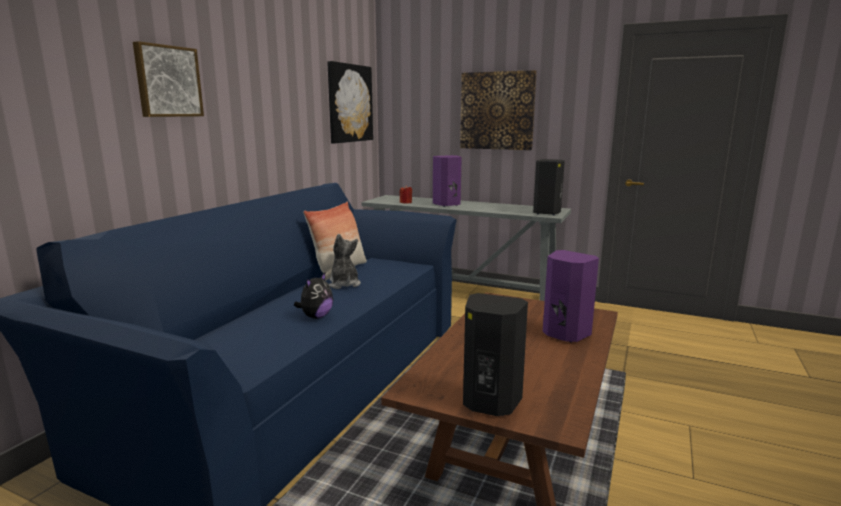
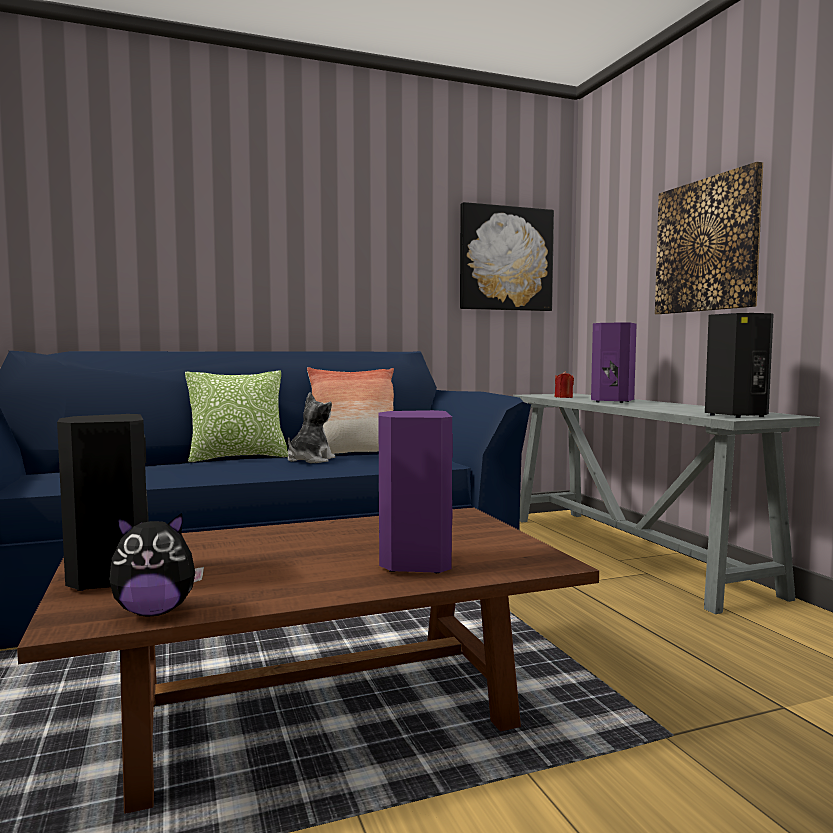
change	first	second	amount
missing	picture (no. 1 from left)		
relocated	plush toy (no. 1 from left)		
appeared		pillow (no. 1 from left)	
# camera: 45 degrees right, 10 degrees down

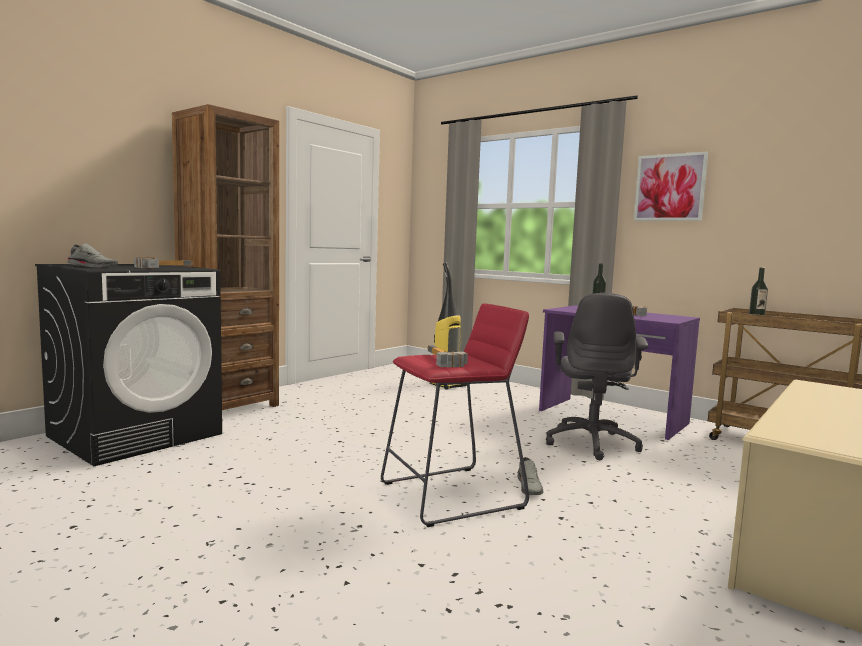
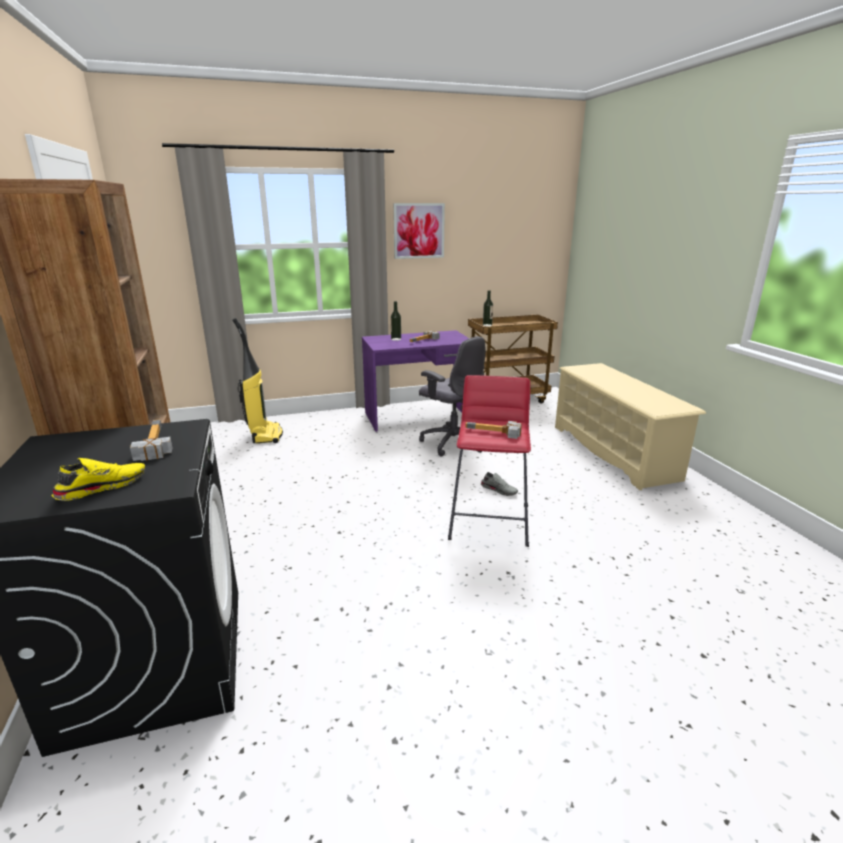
change	first	second	amount
colour	grey shoe (no. 1 from left)	yellow shoe	
# camera: 55 degrees left, 15 degrees up

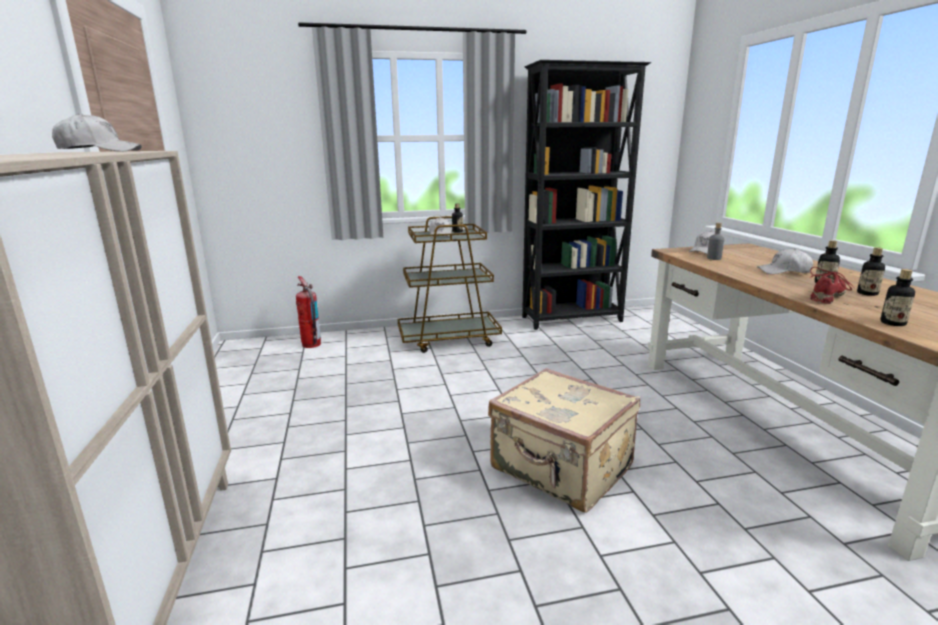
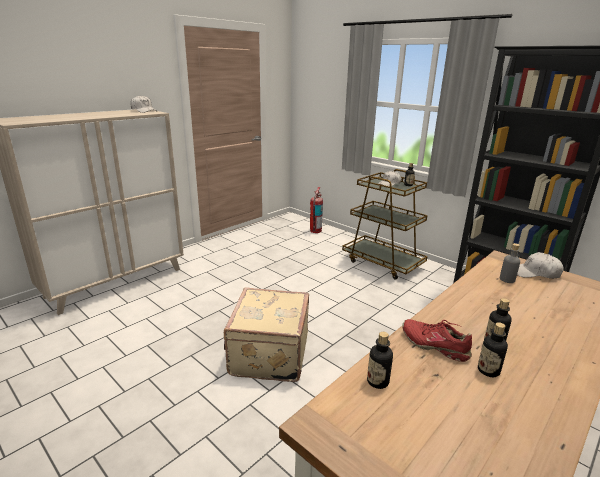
change	first	second	amount
missing	white cap (no. 4 from left)		
spun	red shoe		150 degrees counterclockwise
# camera: 55 degrees right, 5 degrees up

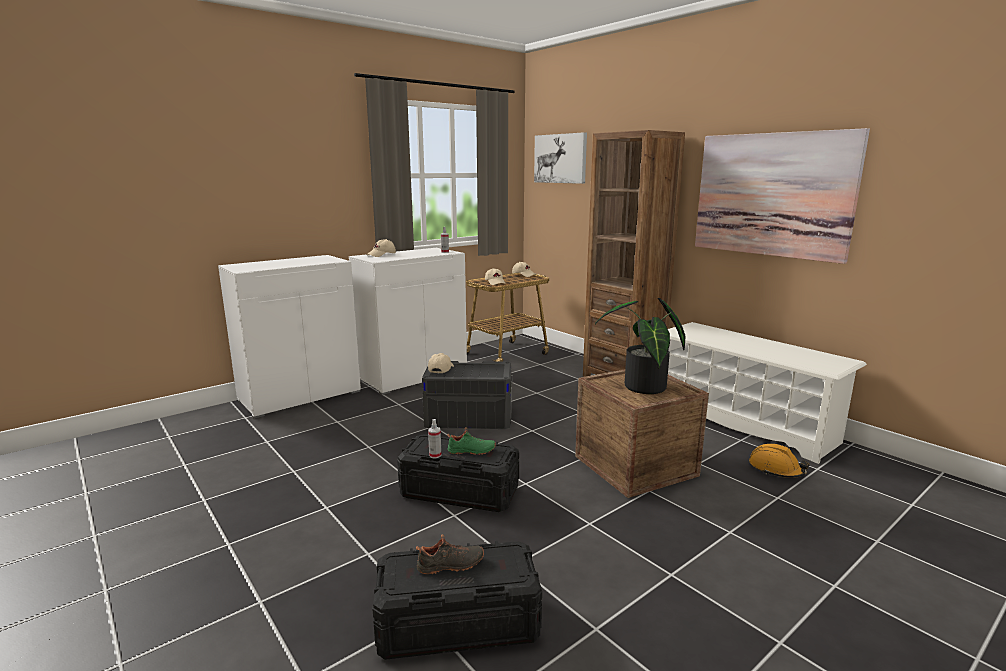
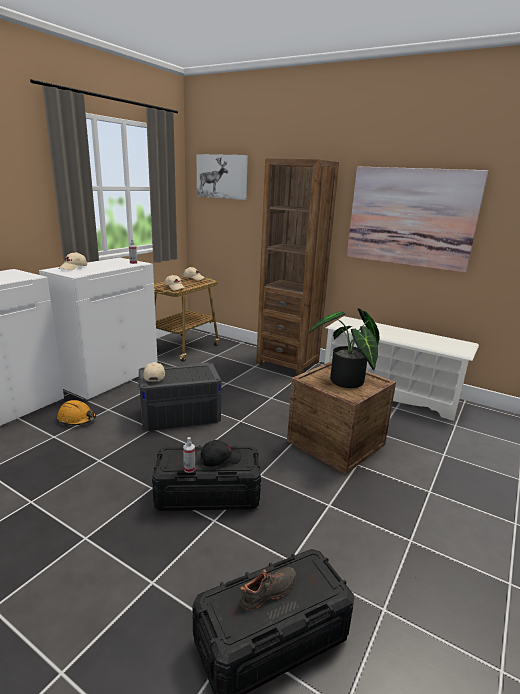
change	first	second	amount
exchanged	green shoe	black cap	
relocated	orange hard hat		
# camera: 20 degrees left, 5 degrees up

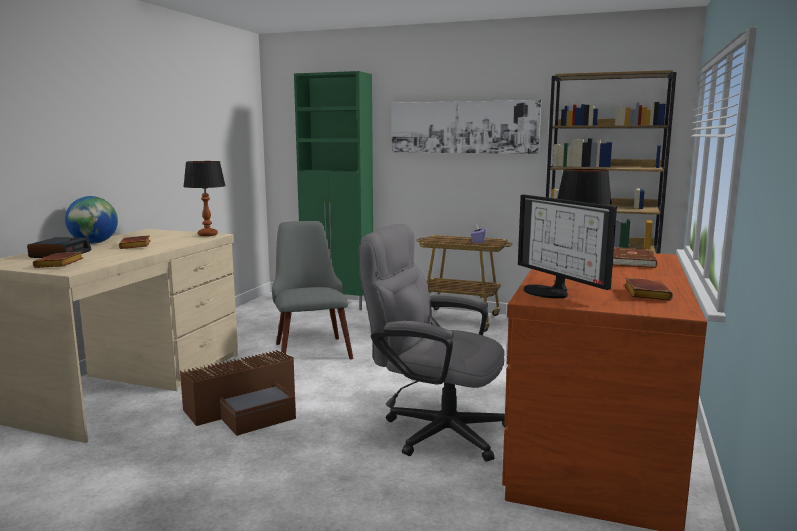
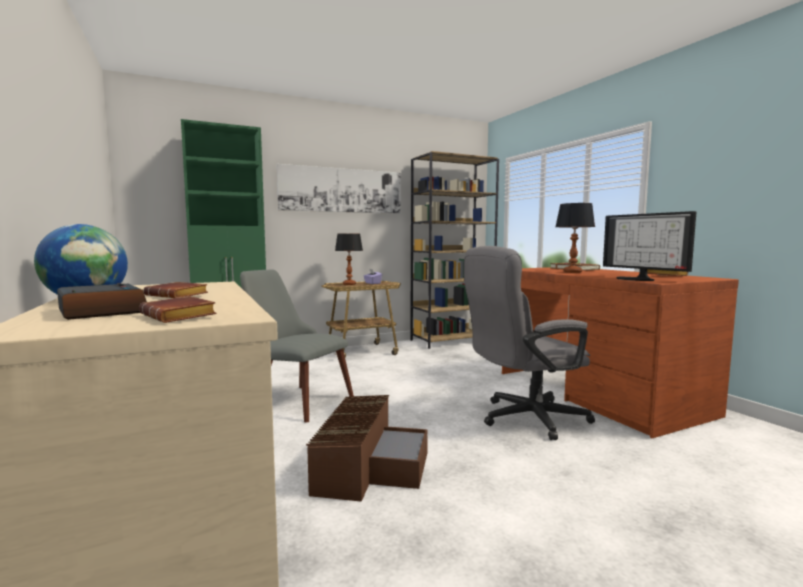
change	first	second	amount
relocated	table lamp (no. 1 from left)		
spun	monitor		45 degrees clockwise
# camera: 45 degrees left, 5 degrees down

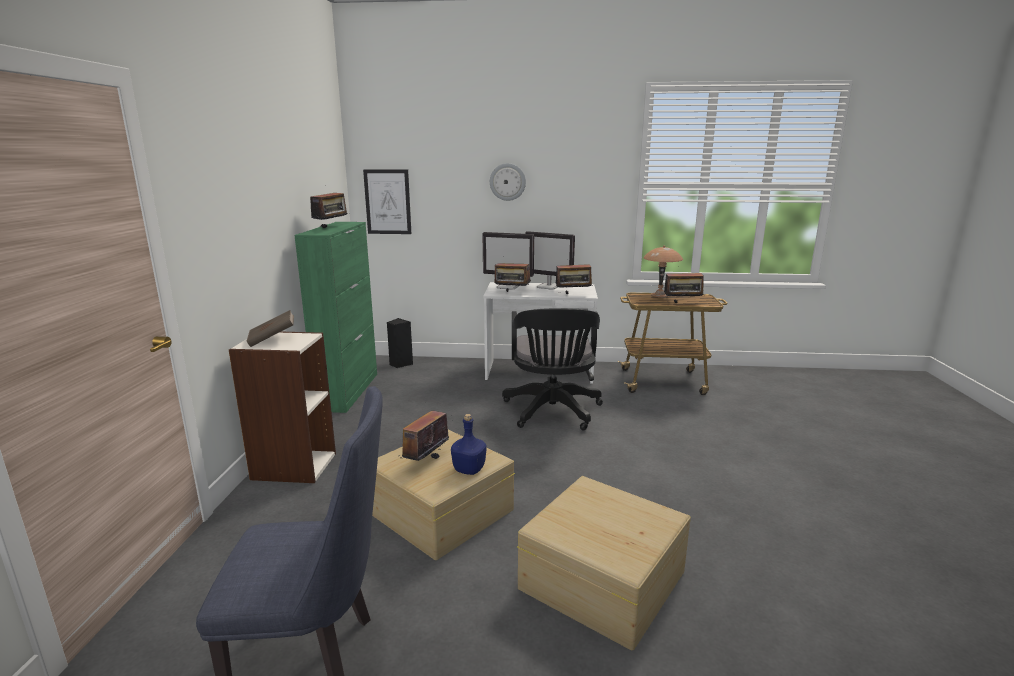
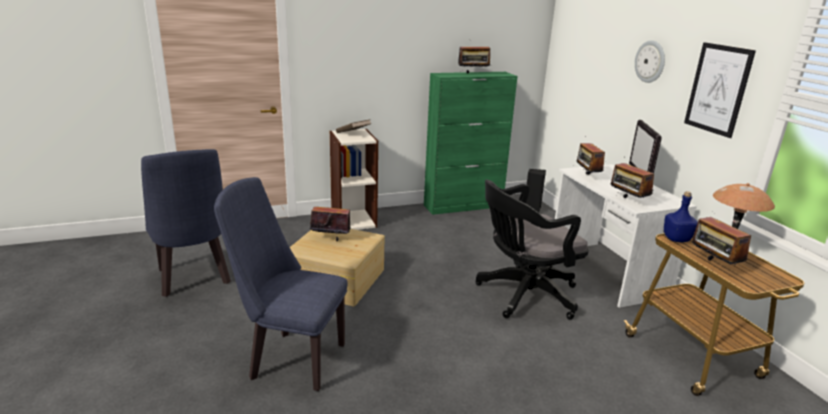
change	first	second	amount
relocated	picture		
missing	monitor (no. 1 from left)		
relocated	blue bottle		
exchanged	beige storage box (no. 2 from left)	blue chair (no. 2 from left)	
# camera: 65 degrees right, 5 degrees up

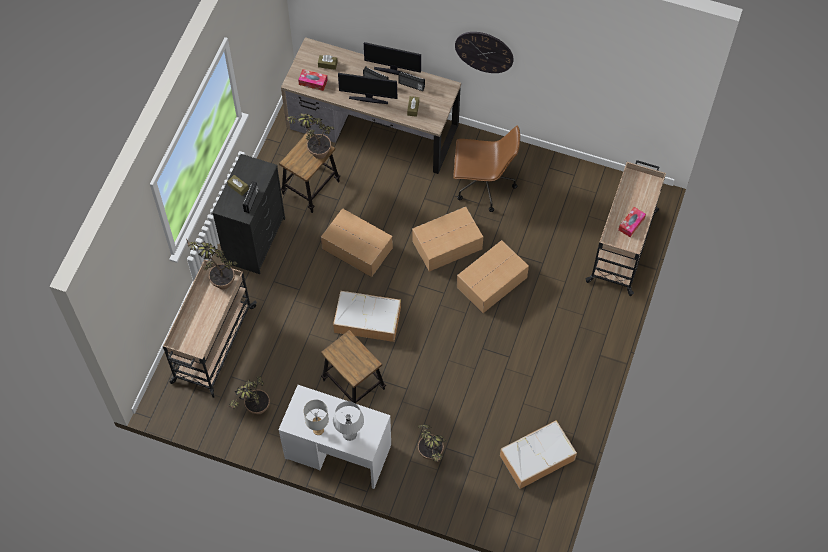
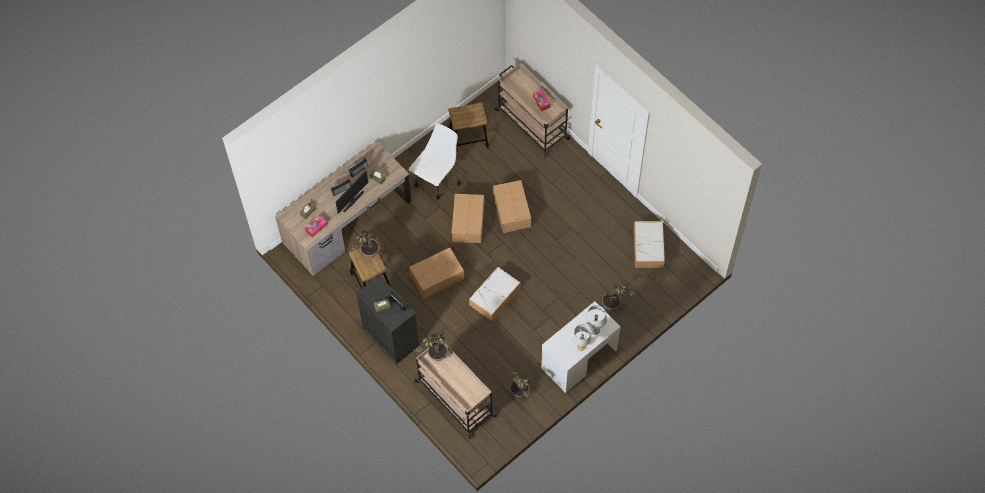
change	first	second	amount
missing	wall clock		
missing	monitor (no. 2 from left)		
colour	brown office chair	white office chair	
relocated	stool (no. 2 from left)		
# camera: 60 degrees left, 0 degrees up

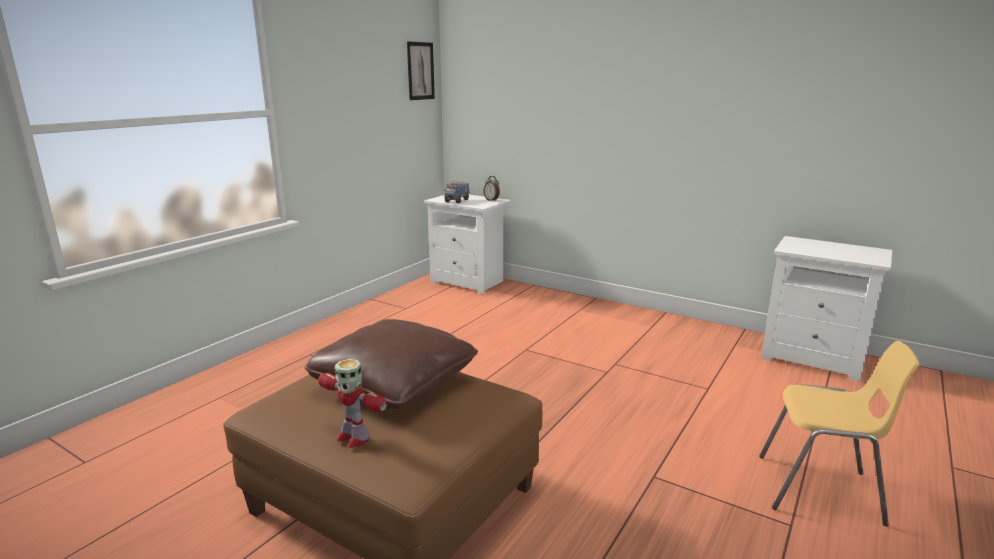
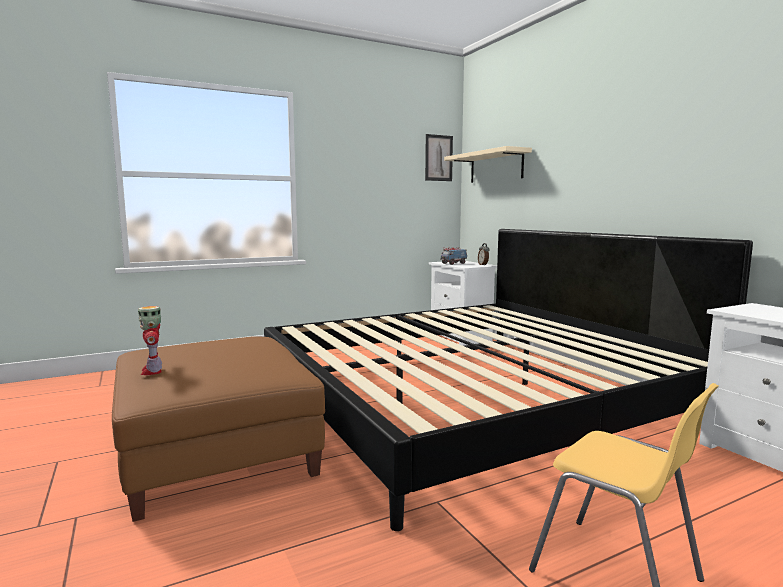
change	first	second	amount
missing	brown pillow		
appeared		beige shelf	
appeared		bed	
# camera: 30 degrees right, 10 degrees down

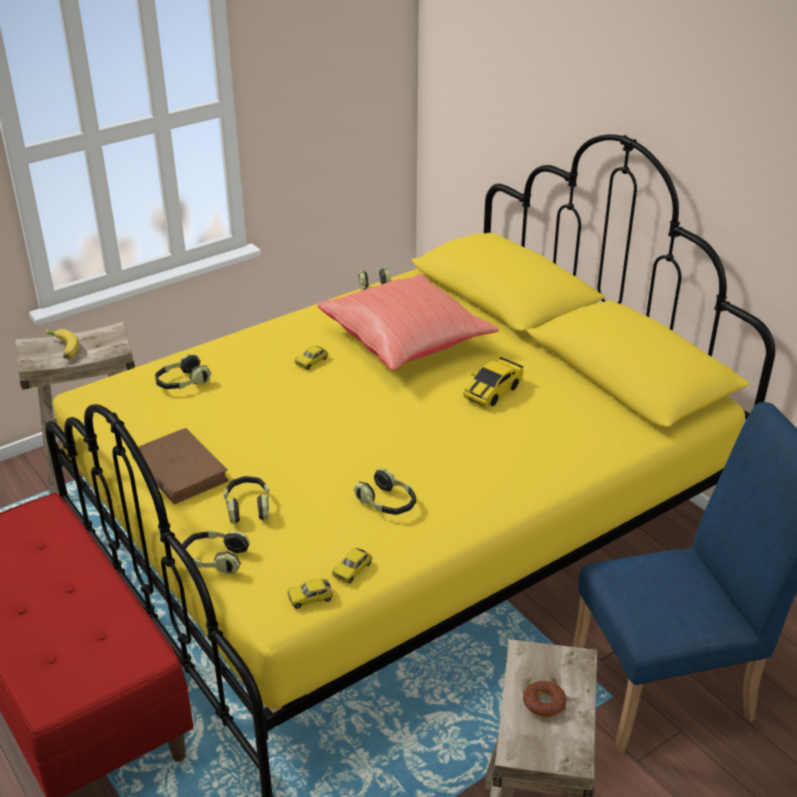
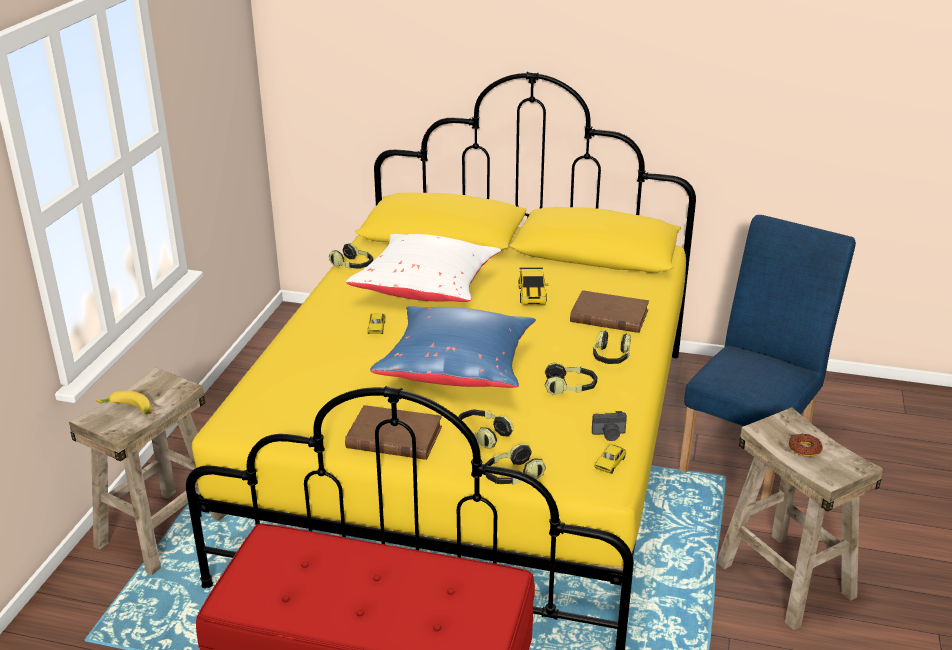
change	first	second	amount
colour	red pillow	white pillow	
relocated	headphones (no. 1 from left in the first image)	headphones (no. 5 from left)	
exchanged	toy car (no. 3 from left)	photo camera	
appeared		brown book (no. 2 from left)	
appeared		blue pillow	
# camera: 40 degrees left, 5 degrees down

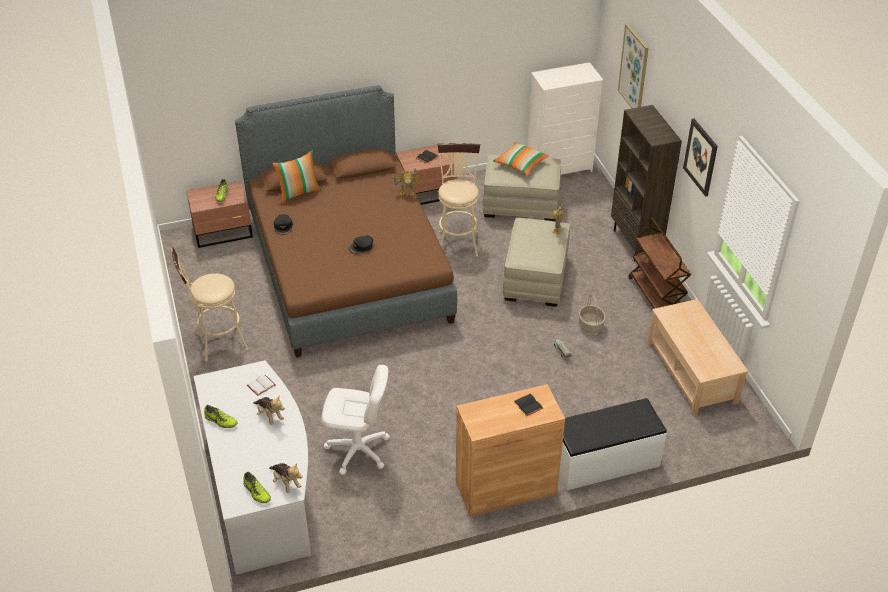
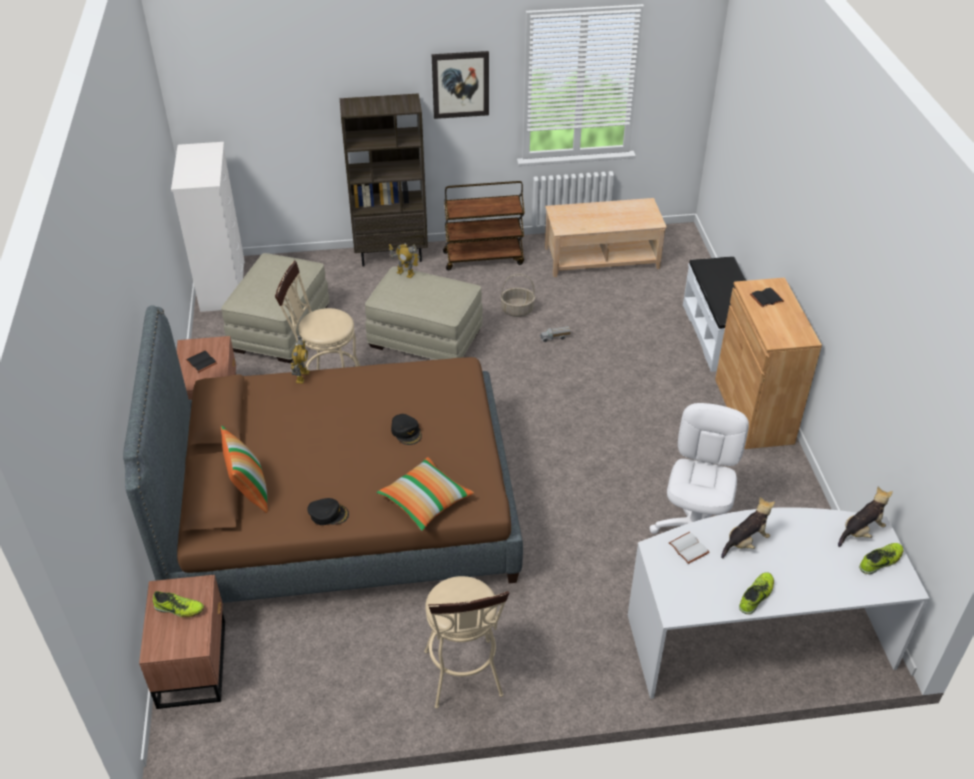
change	first	second	amount
missing	picture (no. 1 from left)		
relocated	pillow (no. 2 from left)		
# camera: 80 degrees left, 0 degrees up

